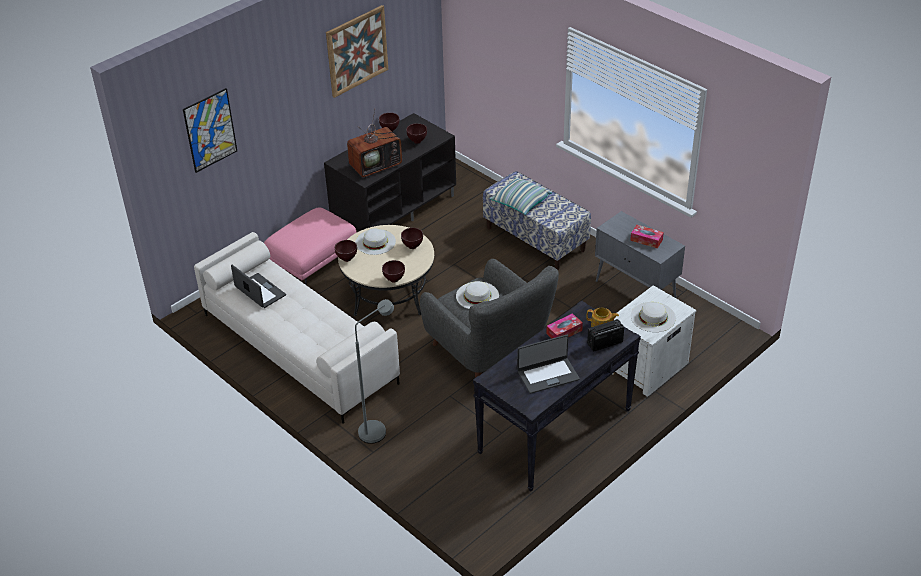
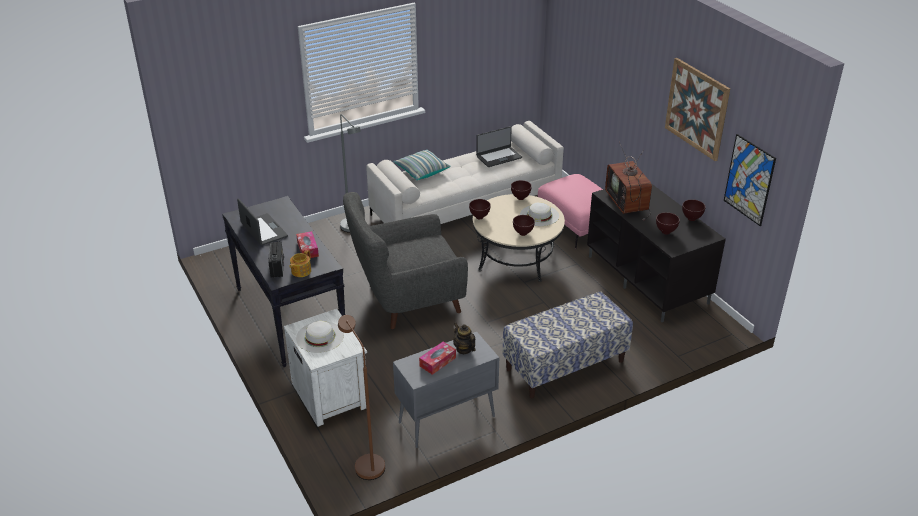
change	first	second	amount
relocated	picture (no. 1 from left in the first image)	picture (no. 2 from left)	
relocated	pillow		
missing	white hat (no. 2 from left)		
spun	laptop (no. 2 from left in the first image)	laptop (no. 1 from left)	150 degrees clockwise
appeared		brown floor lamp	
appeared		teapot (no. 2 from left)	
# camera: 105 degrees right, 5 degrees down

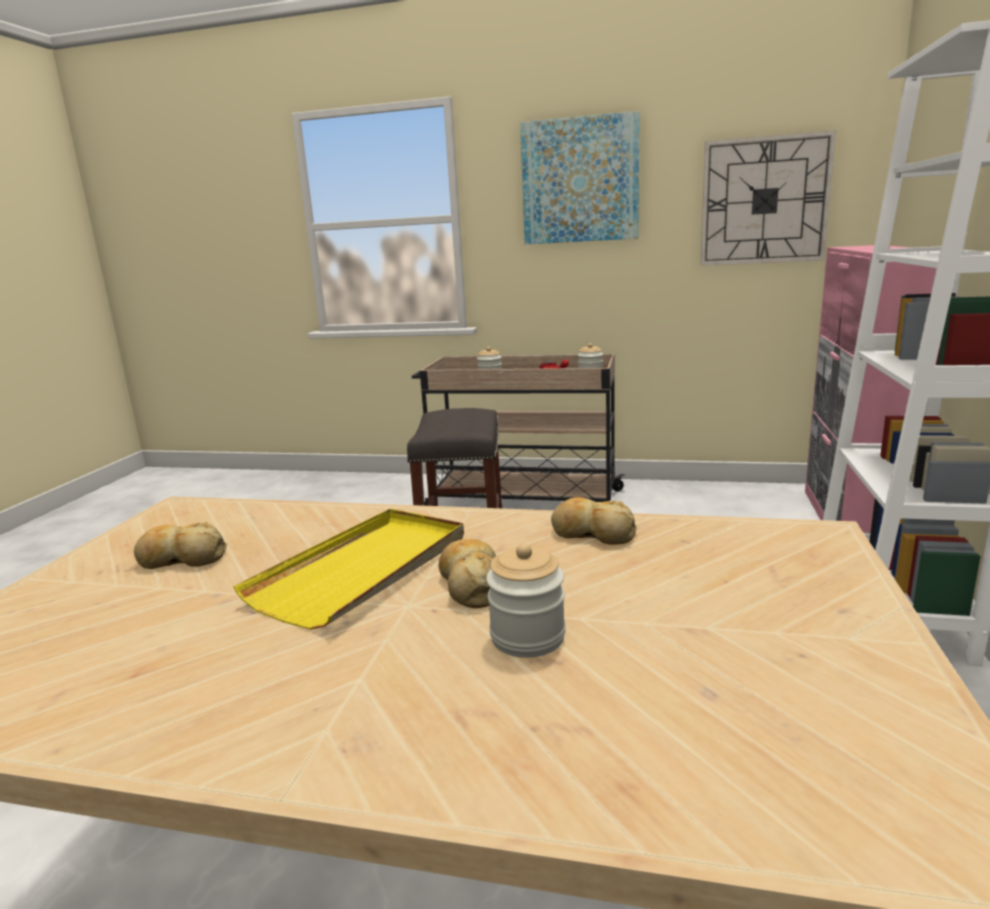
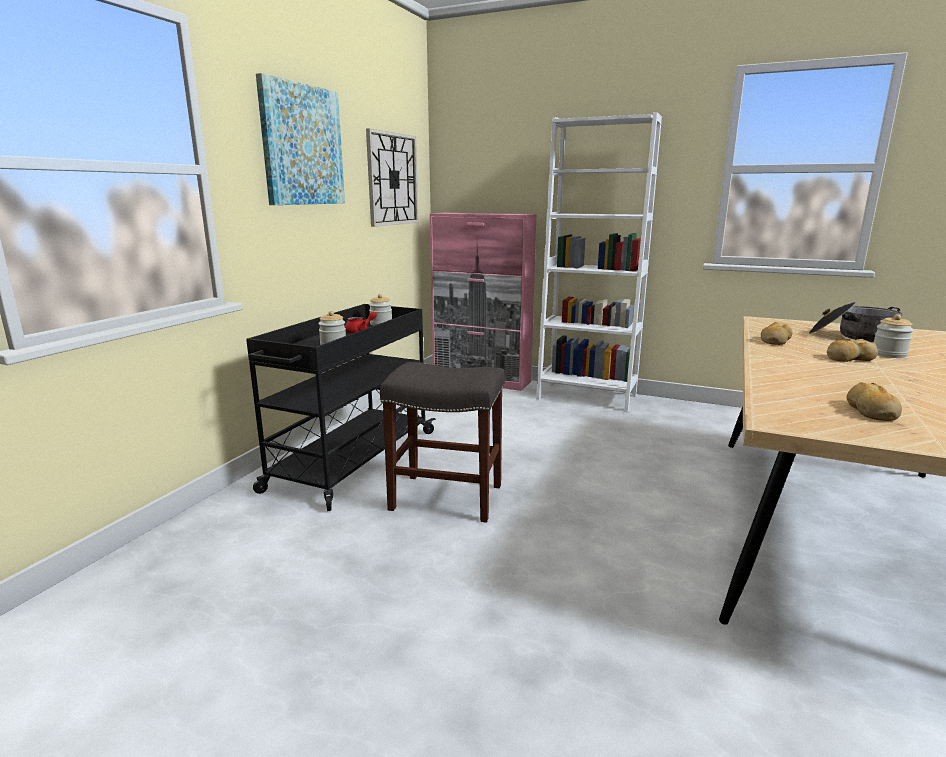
change	first	second	amount
colour	beige cart	black cart	
missing	yellow tray		
appeared		cooking pot	
# camera: 80 degrees left, 0 degrees up

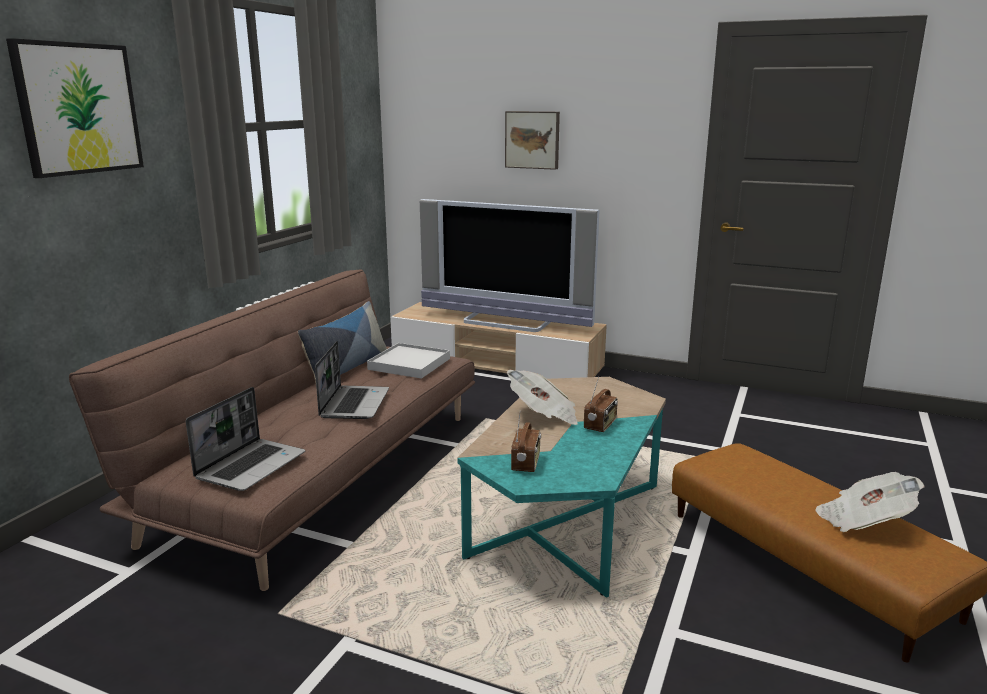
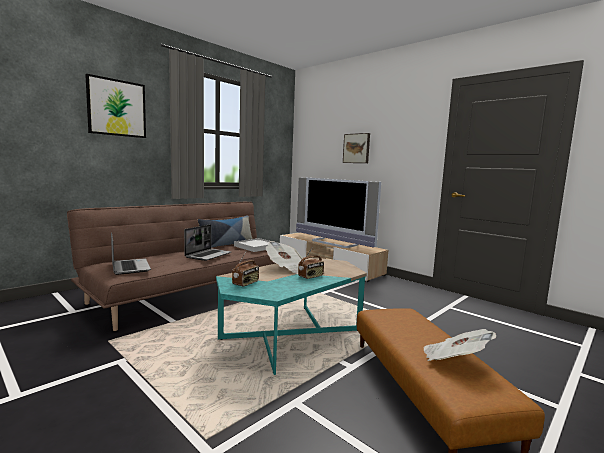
change	first	second	amount
spun	laptop (no. 1 from left)		75 degrees counterclockwise
# camera: 20 degrees right, 10 degrees down

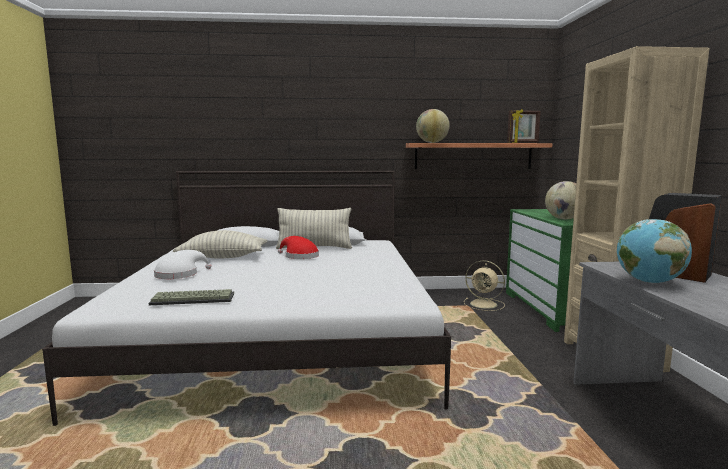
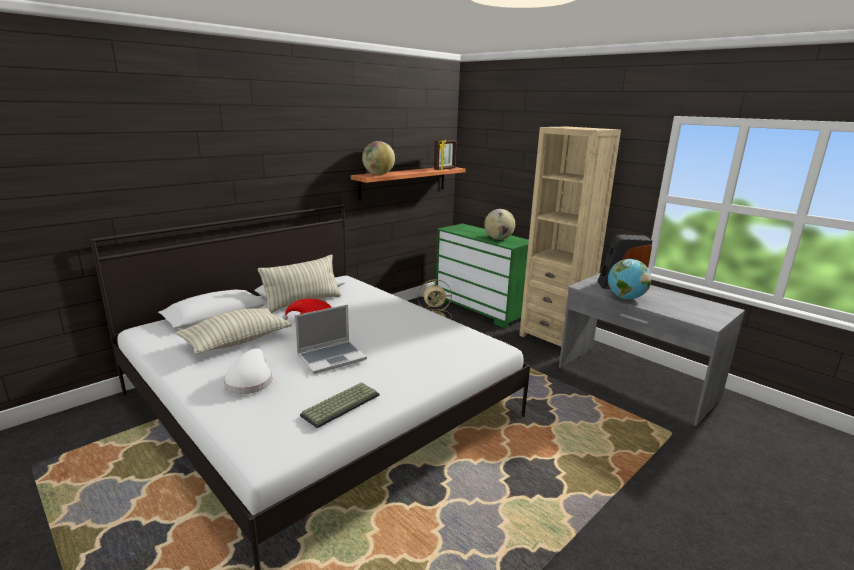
change	first	second	amount
appeared		laptop	
# camera: 40 degrees left, 10 degrees up

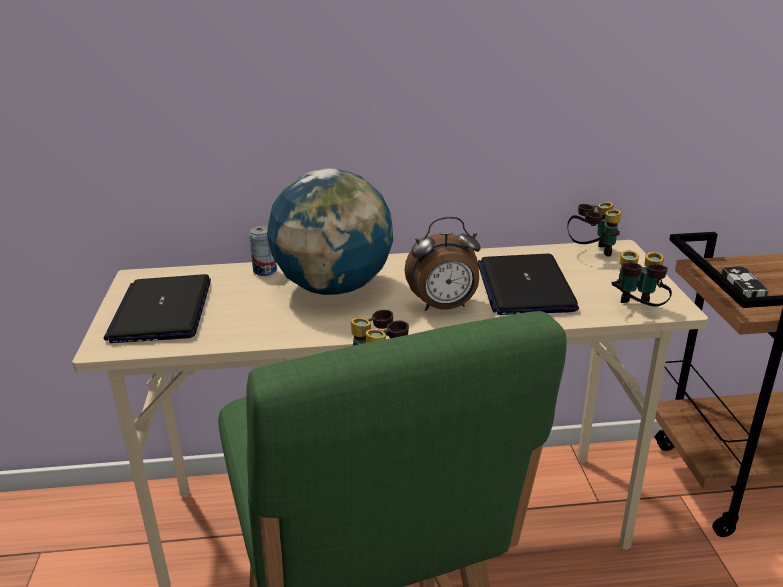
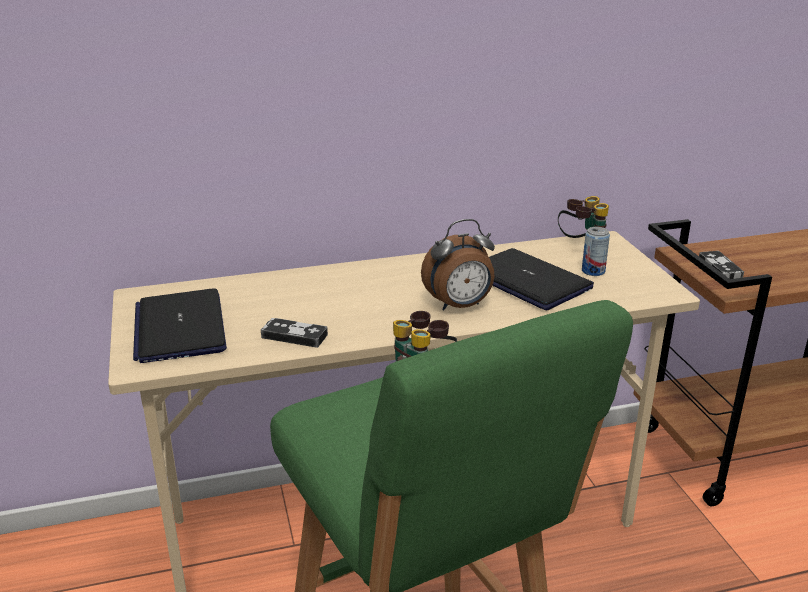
change	first	second	amount
missing	globe		
relocated	can		
missing	binoculars (no. 3 from left)		
spun	laptop (no. 2 from left)		150 degrees clockwise
appeared		game controller (no. 1 from left)	
# camera: 10 degrees left, 0 degrees up

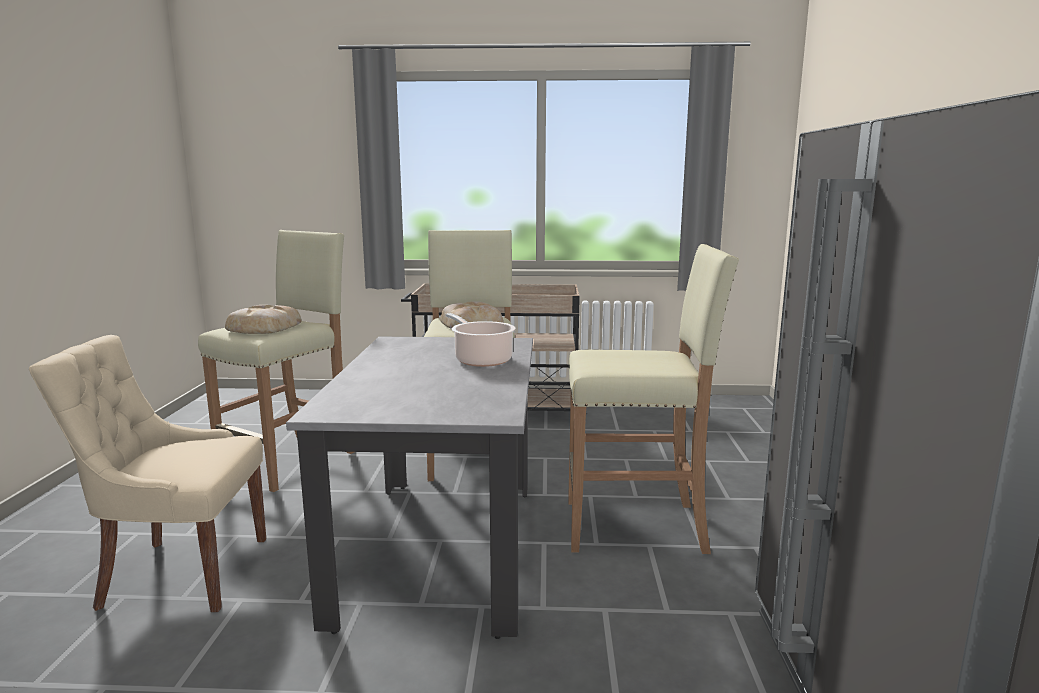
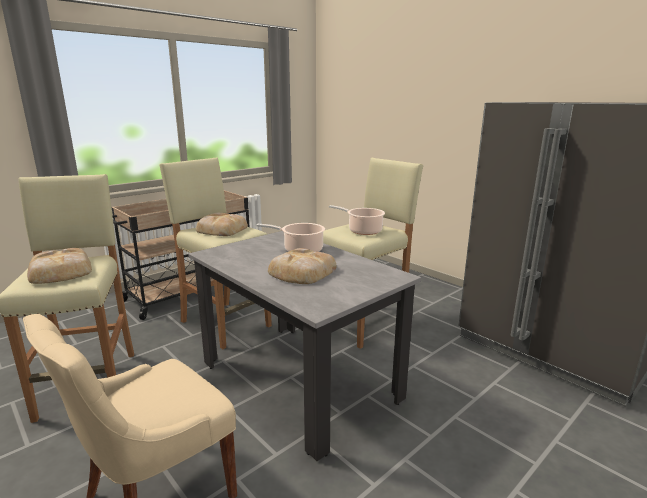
change	first	second	amount
appeared		cooking pot (no. 2 from left)	
appeared		bread (no. 3 from left)	
# camera: 45 degrees left, 5 degrees up

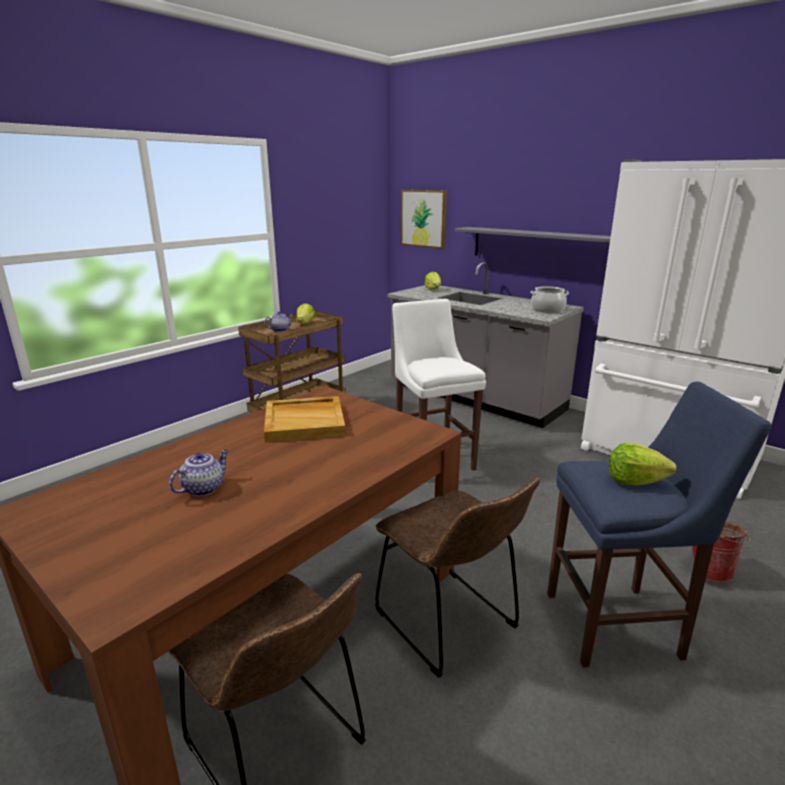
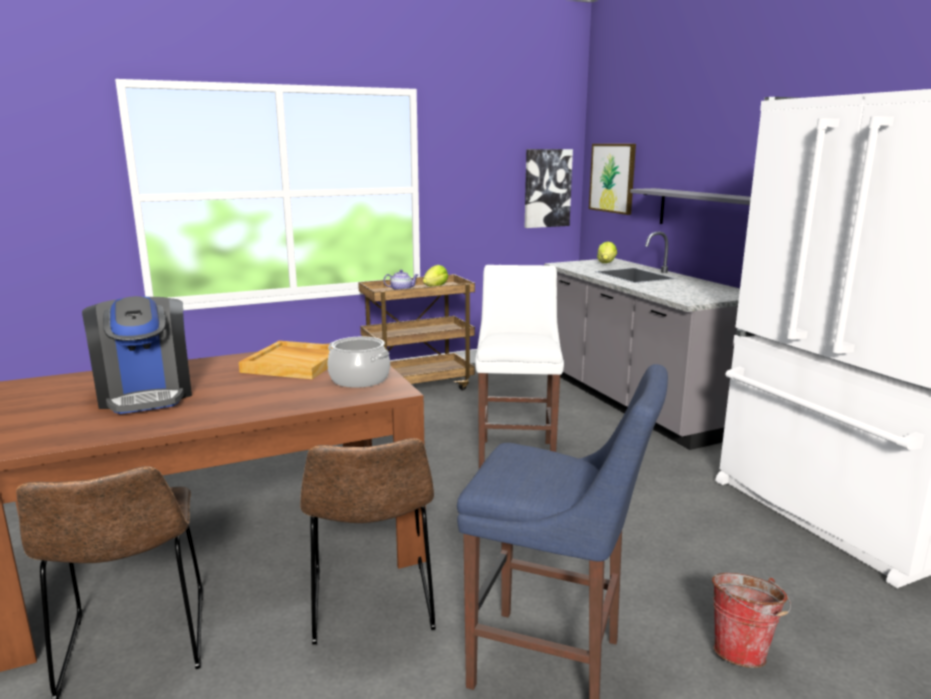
change	first	second	amount
relocated	cooking pot		
missing	lettuce (no. 3 from left)		
exchanged	teapot (no. 1 from left)	coffee machine	
appeared		picture (no. 1 from left)	
# camera: 25 degrees right, 5 degrees down

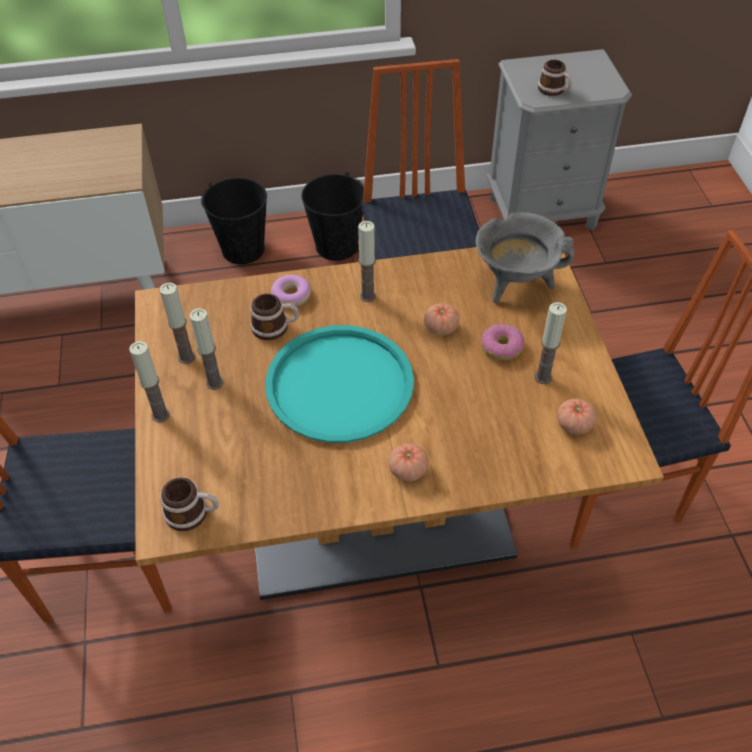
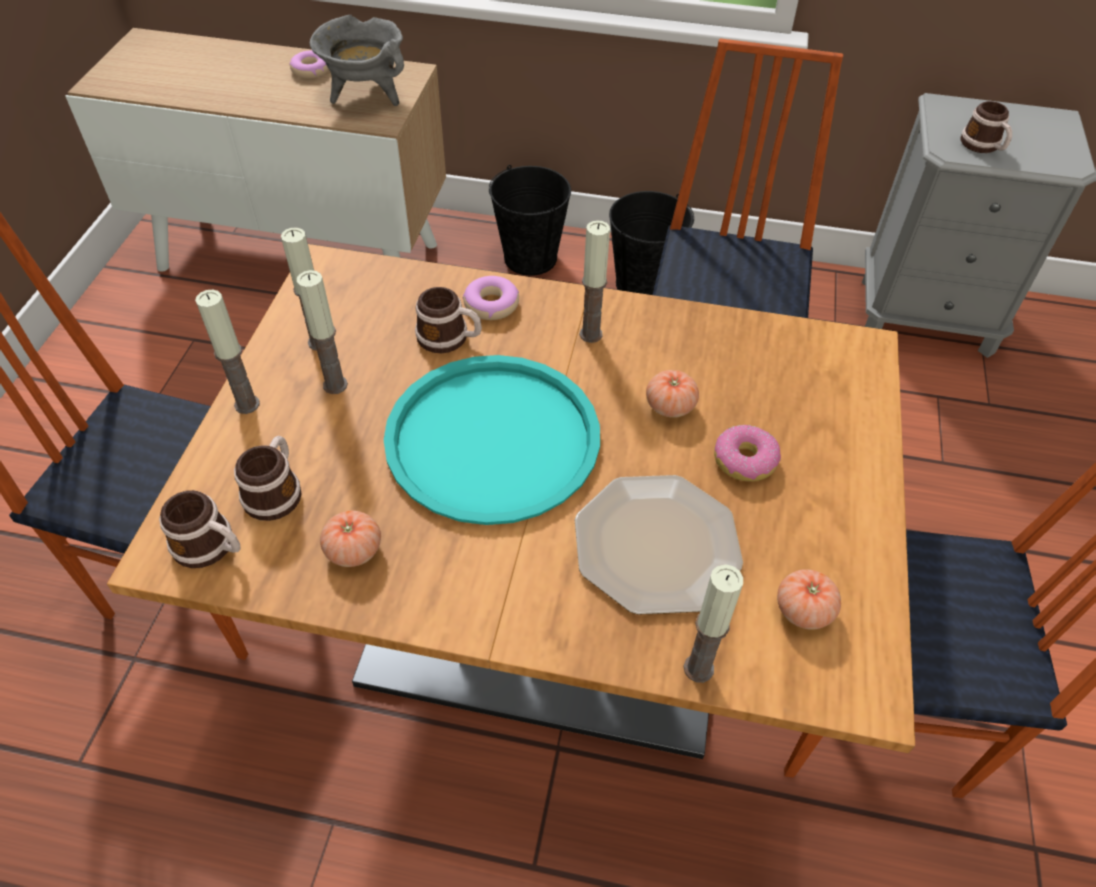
change	first	second	amount
relocated	grey cooking pot		
relocated	candle (no. 5 from left)		
relocated	tomato (no. 1 from left)		
appeared		donut (no. 1 from left)	
appeared		mug (no. 2 from left)	
appeared		plate	
# camera: 20 degrees right, 0 degrees up

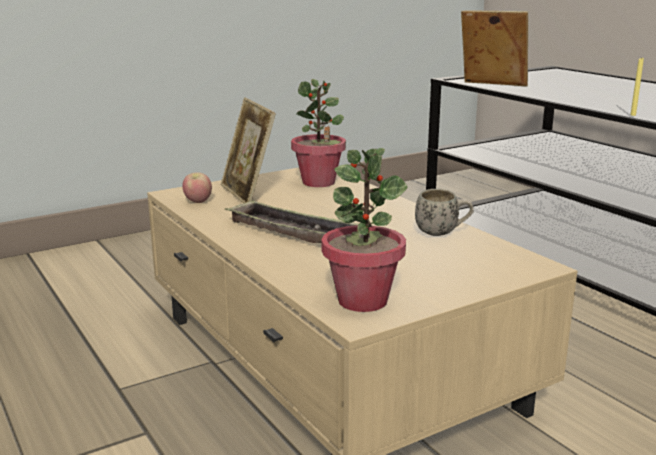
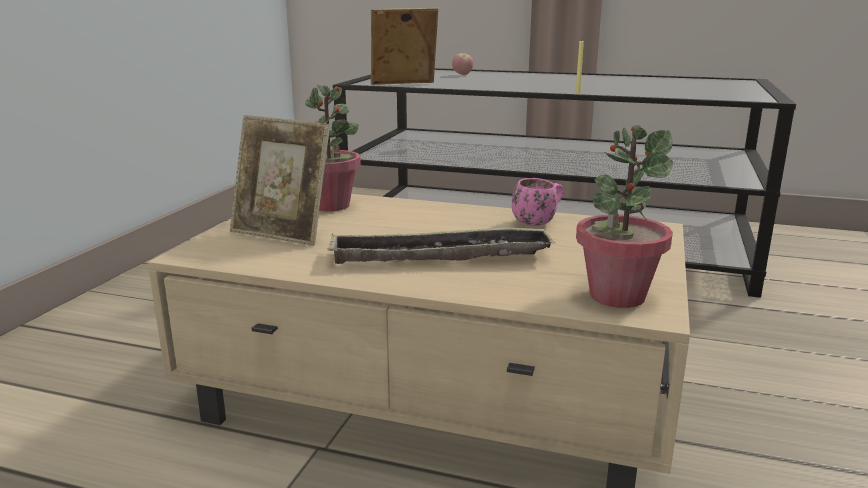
change	first	second	amount
relocated	apple		
colour	white mug	pink mug	
# camera: 40 degrees left, 0 degrees up

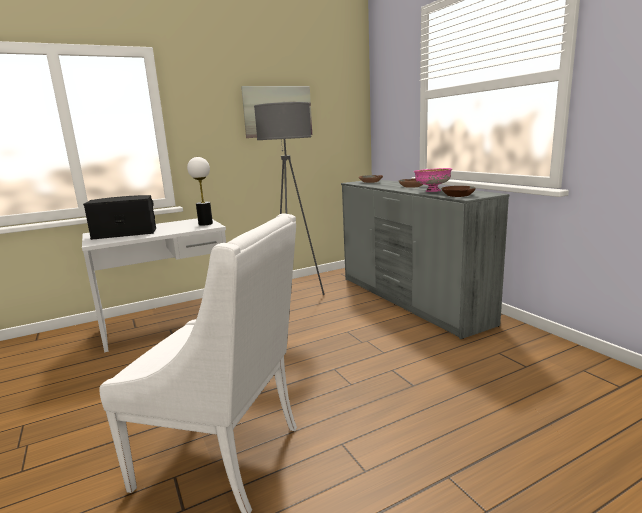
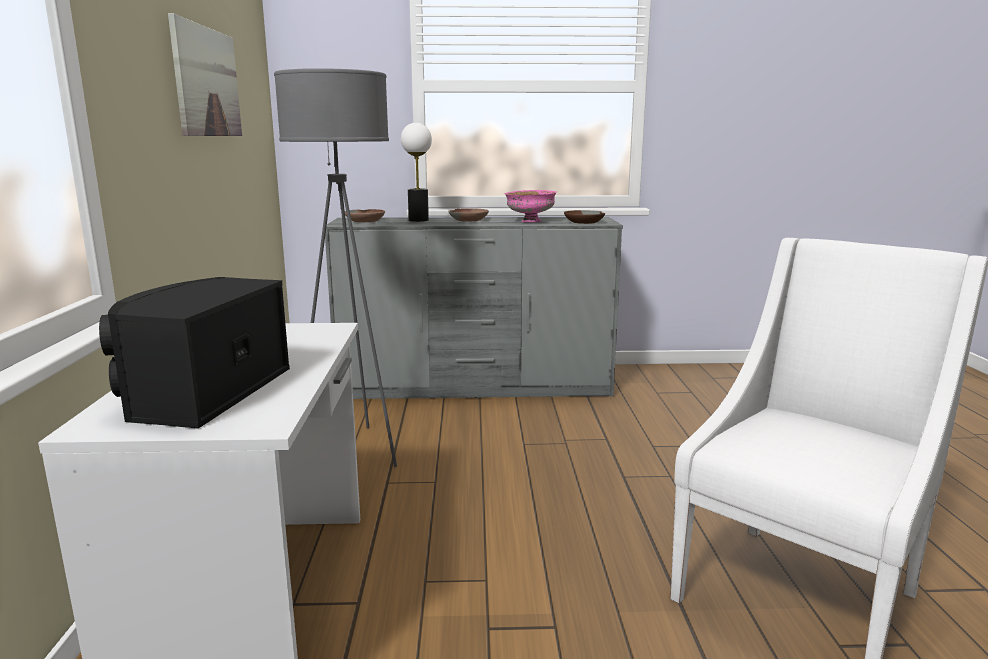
change	first	second	amount
relocated	table lamp		
# camera: 65 degrees left, 0 degrees up

